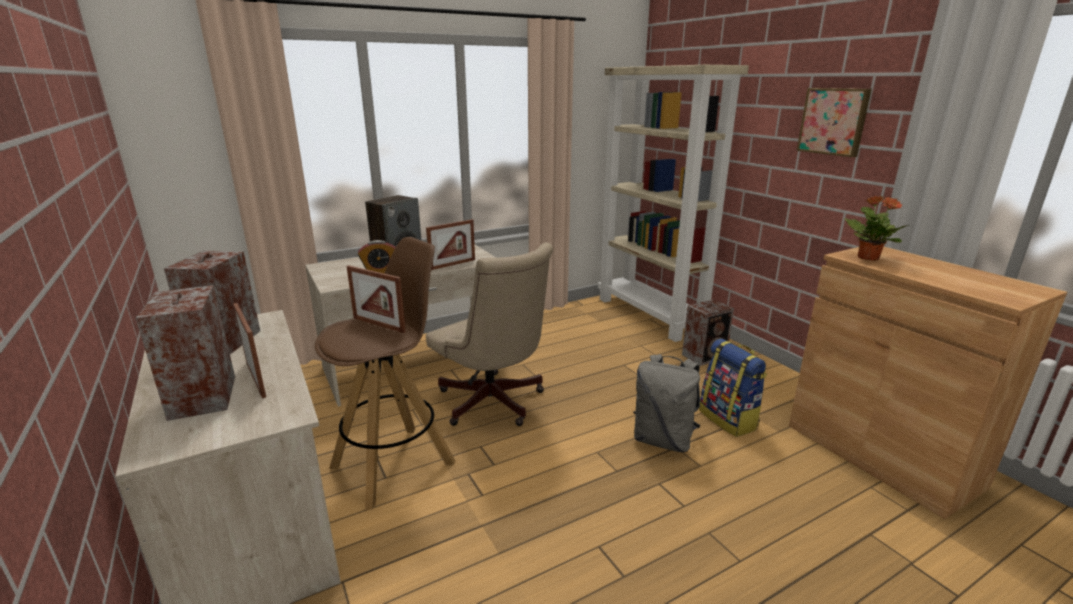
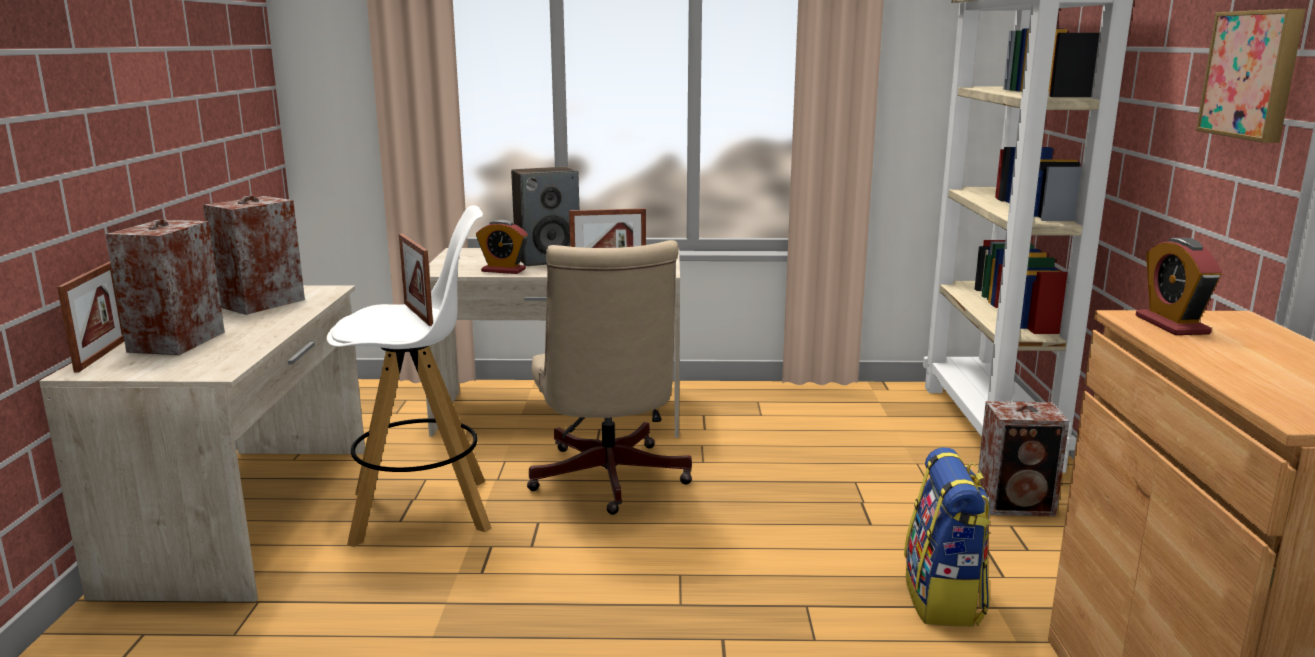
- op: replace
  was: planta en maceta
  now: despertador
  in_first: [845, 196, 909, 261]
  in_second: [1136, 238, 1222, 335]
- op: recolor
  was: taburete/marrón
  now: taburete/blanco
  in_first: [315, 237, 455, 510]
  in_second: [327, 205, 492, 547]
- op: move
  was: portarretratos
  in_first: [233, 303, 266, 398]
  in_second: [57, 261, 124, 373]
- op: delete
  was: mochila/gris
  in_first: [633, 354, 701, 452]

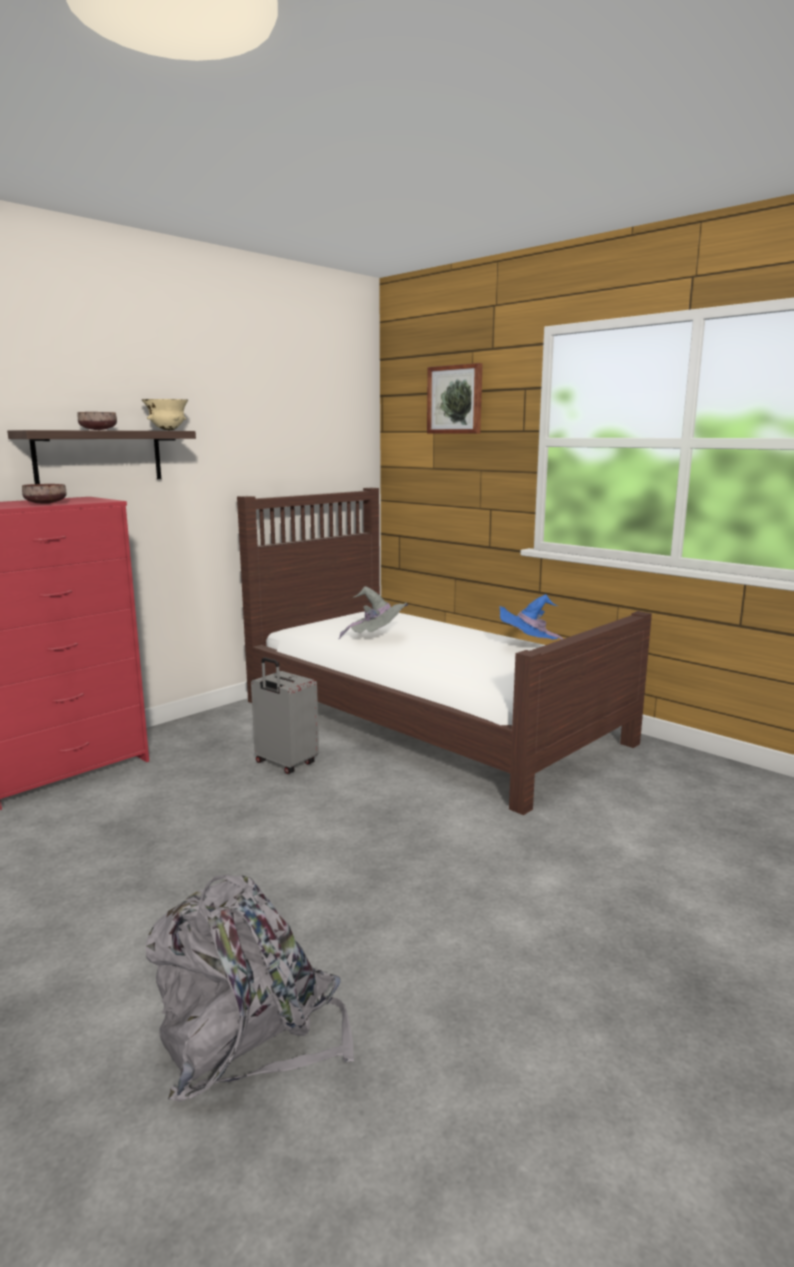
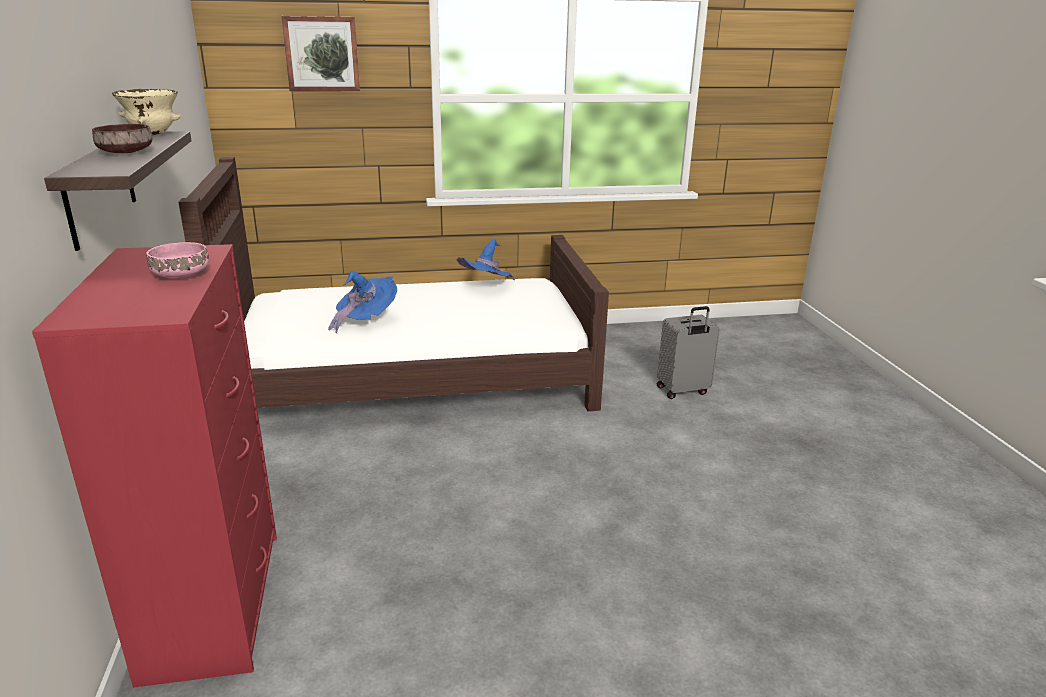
- op: recolor
  was: cuenco/marrón
  now: cuenco/rosa
  in_first: [22, 484, 66, 504]
  in_second: [146, 242, 209, 278]
- op: recolor
  was: sombrero/gris
  now: sombrero/azul
  in_first: [338, 586, 408, 640]
  in_second: [328, 271, 397, 333]
- op: move
  was: maleta/gris
  in_first: [251, 657, 319, 774]
  in_second: [657, 306, 720, 399]
- op: delete
  was: mochila/gris
  in_first: [146, 875, 354, 1102]

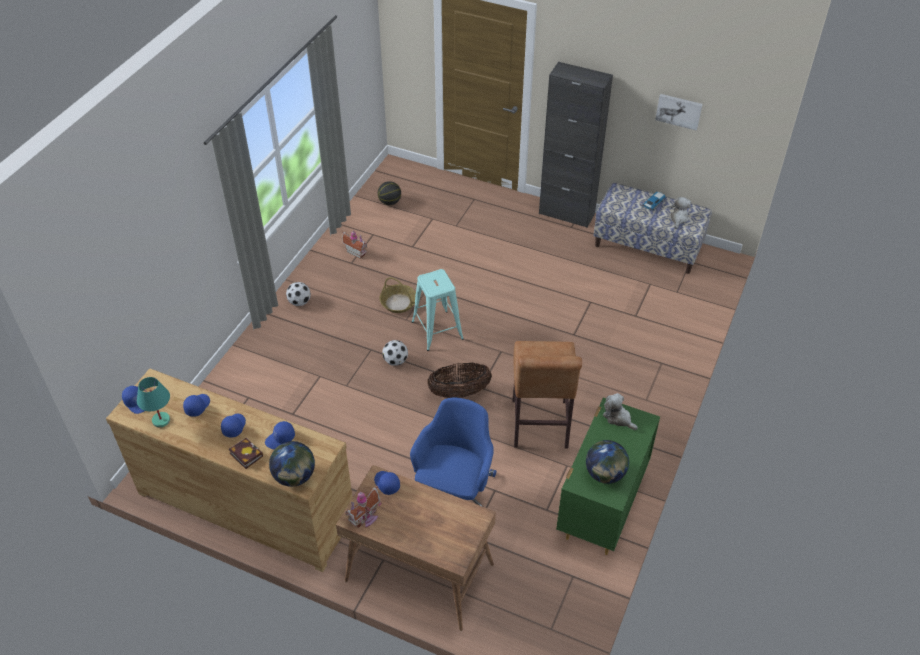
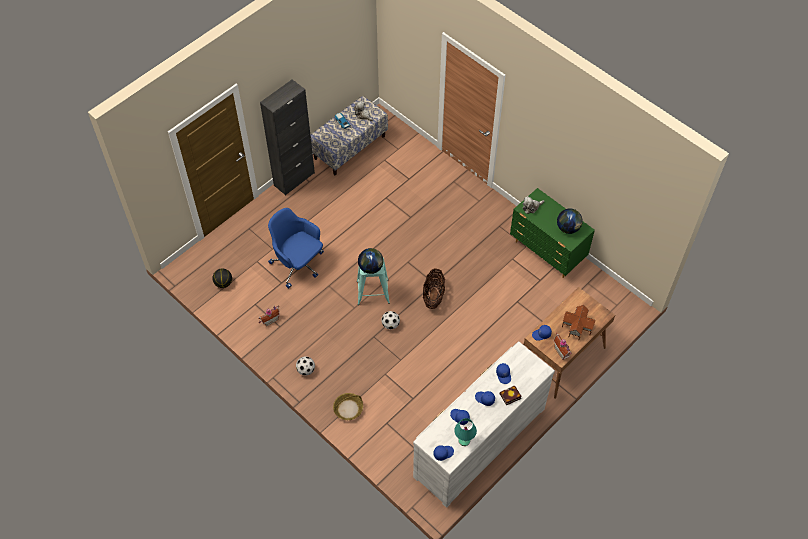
- op: delete
  was: cuadro
  in_first: [655, 94, 703, 130]
- op: move
  was: cesta
  in_first: [379, 277, 416, 313]
  in_second: [333, 393, 363, 420]
- op: delete
  was: taburete/marrón
  in_first: [513, 341, 582, 449]
- op: recolor
  was: cómoda/marrón
  now: cómoda/blanco
  in_first: [106, 368, 353, 572]
  in_second: [413, 341, 555, 508]
- op: move
  was: silla de oficina/azul
  in_first: [410, 398, 496, 507]
  in_second: [268, 208, 324, 288]
- op: move
  was: globo terráqueo
  in_first: [269, 441, 315, 487]
  in_second: [358, 248, 384, 274]
- op: insert
  now: casita
  in_second: [562, 305, 596, 339]

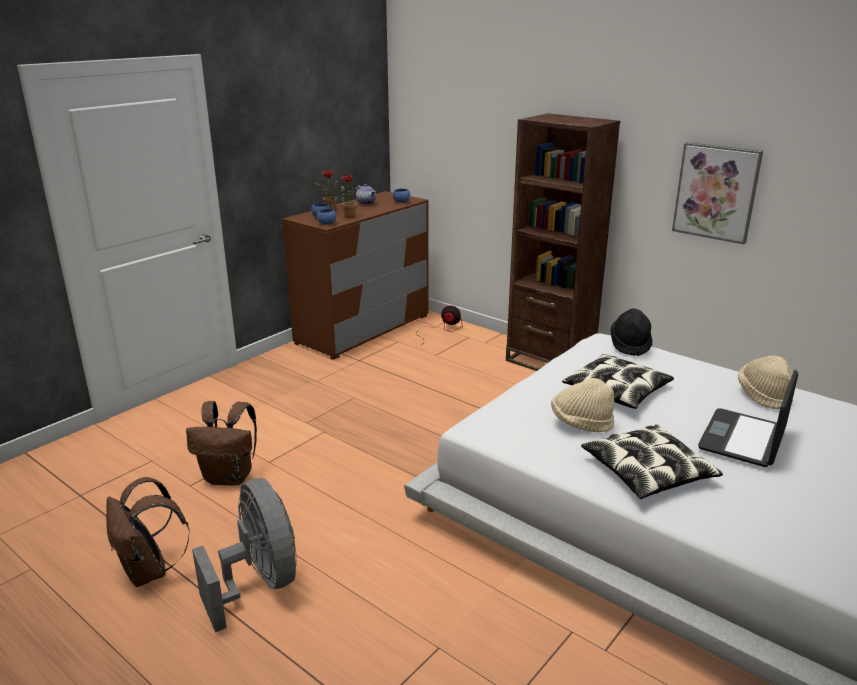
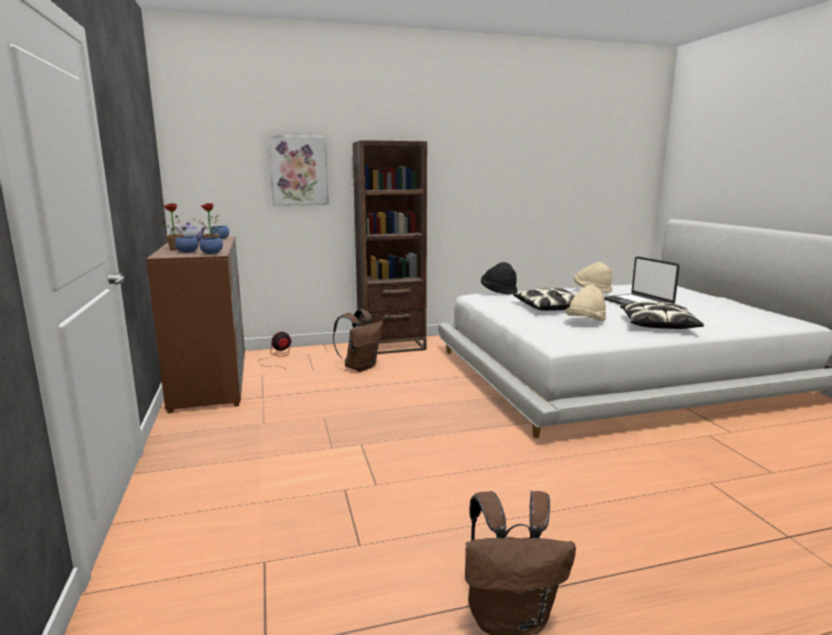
- op: move
  was: cuadro
  in_first: [672, 142, 763, 244]
  in_second: [268, 135, 329, 206]
- op: move
  was: mochila/marrón
  in_first: [186, 401, 257, 485]
  in_second: [333, 309, 383, 372]
- op: delete
  was: ventilador/gris
  in_first: [192, 478, 297, 632]

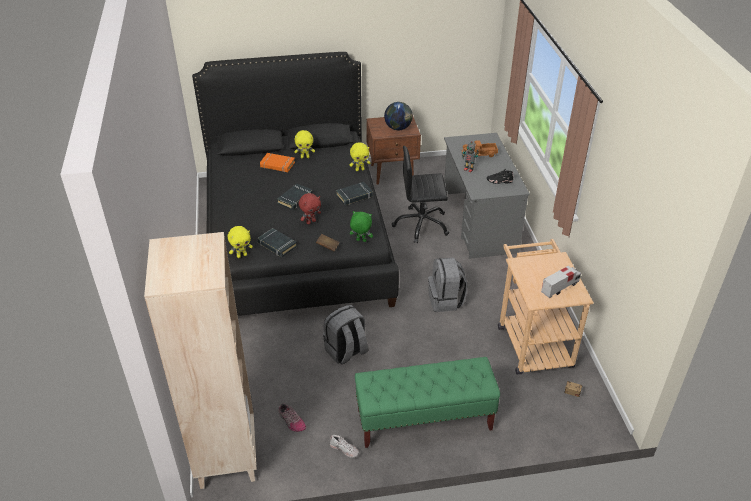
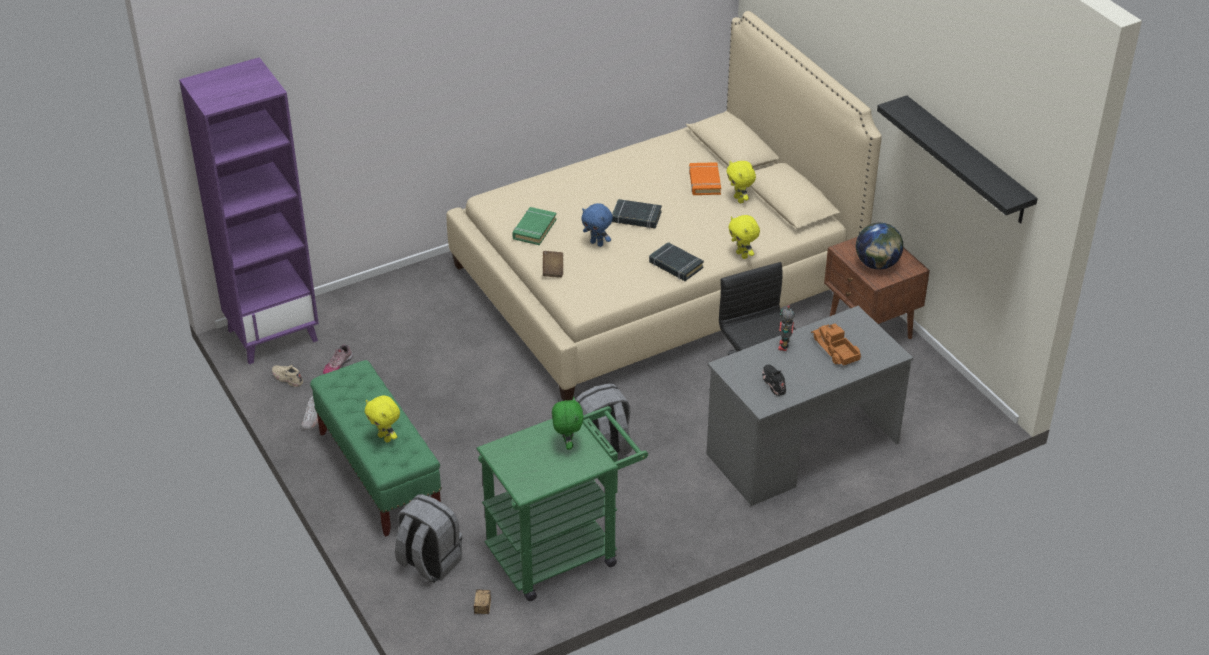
- op: recolor
  was: cama/negro
  now: cama/beis
  in_first: [192, 52, 399, 316]
  in_second: [446, 11, 882, 401]
- op: recolor
  was: peluche/rojo
  now: peluche/azul
  in_first: [299, 193, 321, 224]
  in_second: [581, 203, 613, 247]
- op: move
  was: peluche/verde
  in_first: [350, 211, 373, 242]
  in_second: [552, 396, 584, 450]
- op: move
  was: peluche/amarillo
  in_first: [228, 226, 253, 258]
  in_second: [365, 395, 400, 443]
- op: recolor
  was: libro/negro
  now: libro/verde
  in_first: [257, 228, 297, 257]
  in_second: [512, 207, 557, 245]
- op: recolor
  was: estantería/beis
  now: estantería/morado
  in_first: [144, 232, 257, 489]
  in_second: [179, 57, 319, 364]
- op: recolor
  was: carrito/beis
  now: carrito/verde
  in_first: [498, 239, 594, 375]
  in_second: [476, 406, 648, 601]
- op: delete
  was: camión de juguete
  in_first: [541, 266, 581, 298]
- op: move
  was: mochila/gris
  in_first: [323, 305, 368, 364]
  in_second: [395, 494, 462, 583]
- op: insert
  now: estante/negro
  in_second: [877, 95, 1038, 224]
- op: insert
  now: zapato/beis
  in_second: [272, 364, 303, 387]

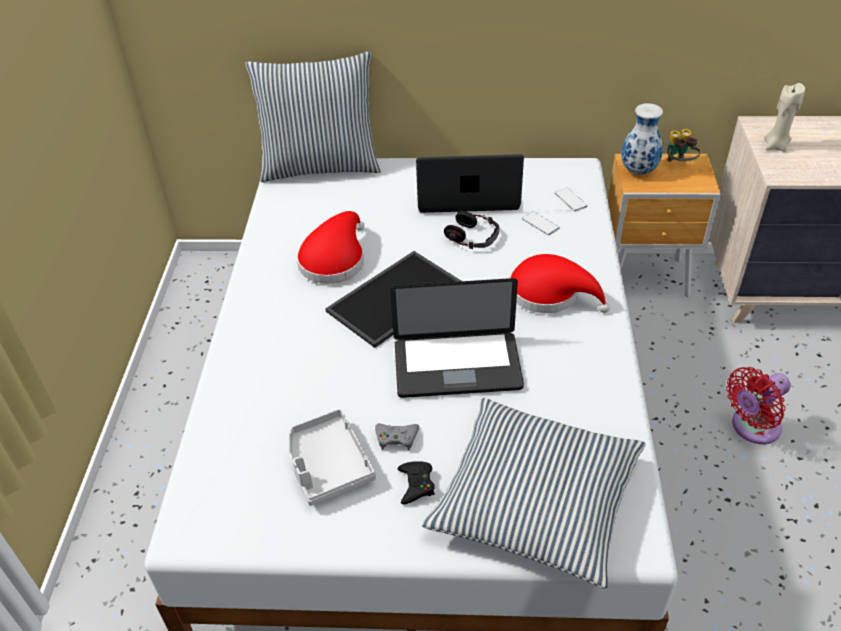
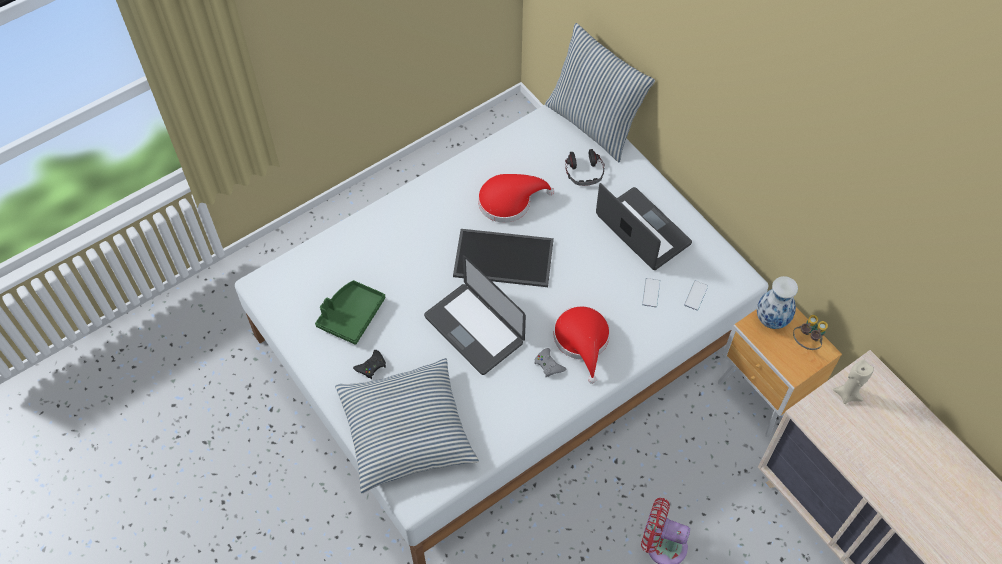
- op: move
  was: auriculares
  in_first: [444, 211, 499, 249]
  in_second: [565, 149, 604, 186]
- op: recolor
  was: bandeja/gris
  now: bandeja/verde
  in_first: [288, 409, 376, 506]
  in_second: [315, 280, 385, 345]
- op: move
  was: mando de consola/gris
  in_first: [375, 423, 419, 450]
  in_second: [534, 348, 566, 377]

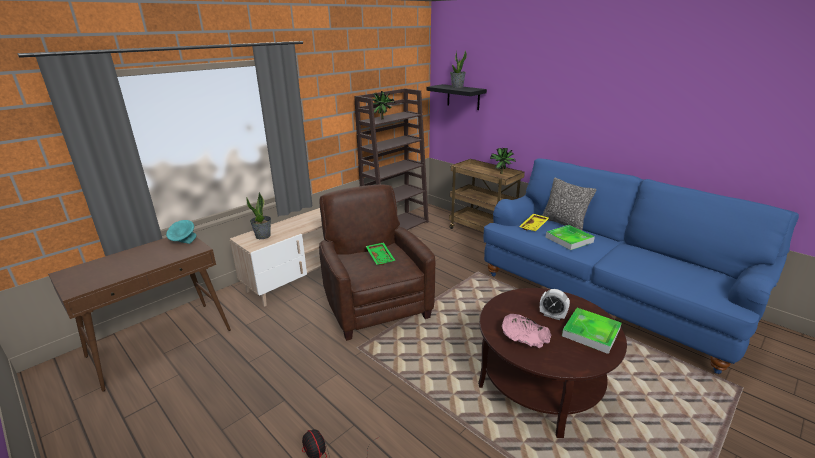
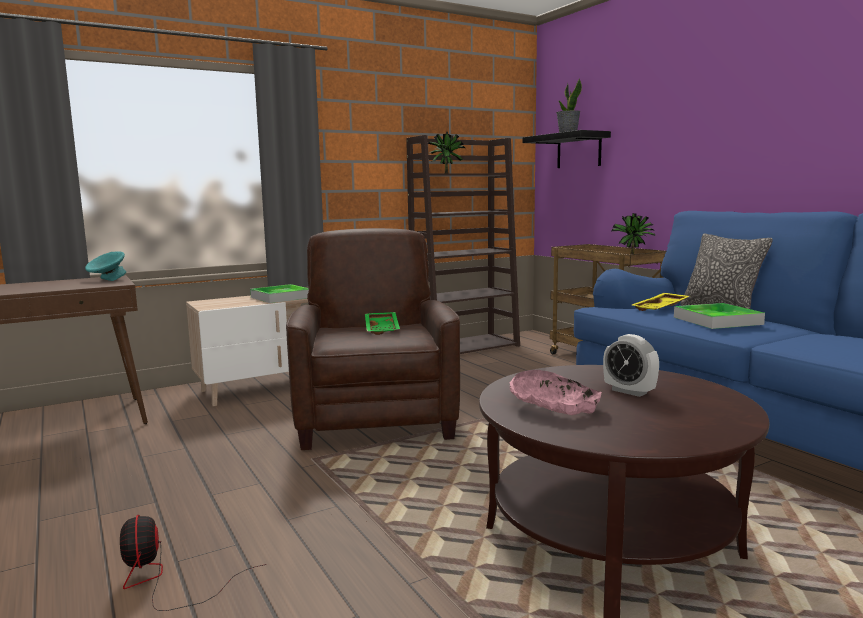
- op: delete
  was: planta en maceta
  in_first: [246, 192, 271, 239]
- op: move
  was: bandeja
  in_first: [562, 308, 621, 354]
  in_second: [250, 284, 309, 303]

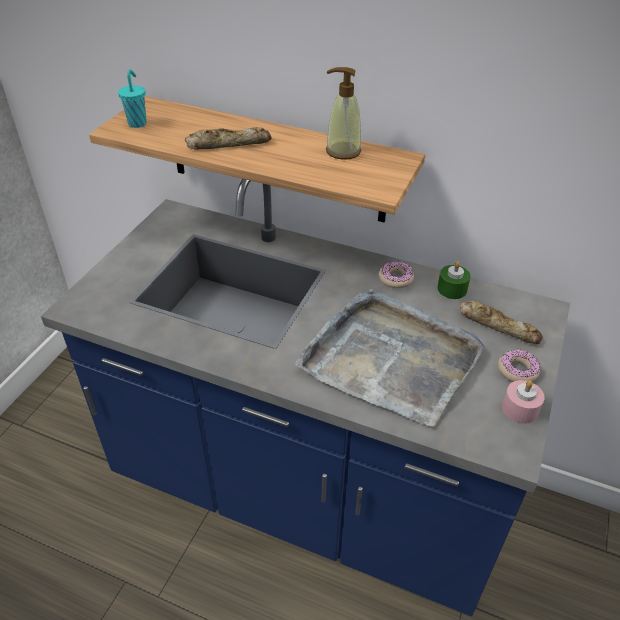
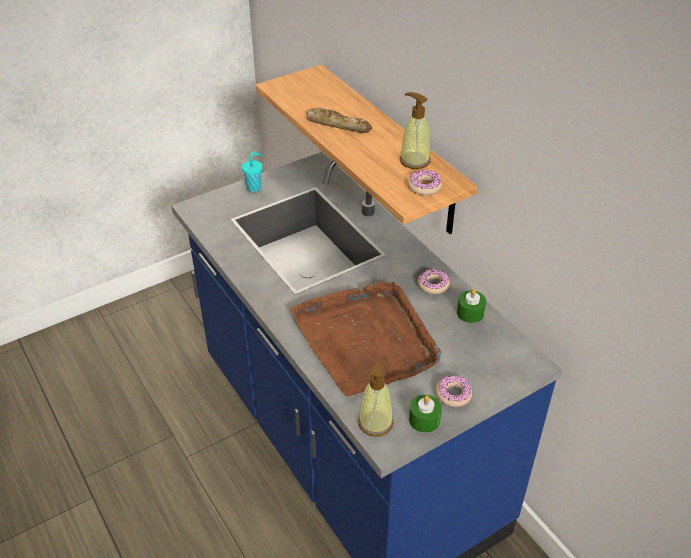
- op: move
  was: taza/turquesa
  in_first: [118, 69, 147, 128]
  in_second: [242, 152, 262, 192]
- op: recolor
  was: bandeja/gris
  now: bandeja/marrón
  in_first: [295, 289, 484, 427]
  in_second: [290, 282, 441, 396]
- op: delete
  was: pan
  in_first: [460, 301, 543, 344]
- op: recolor
  was: vela/rosa
  now: vela/verde
  in_first: [502, 380, 545, 424]
  in_second: [409, 395, 442, 433]
- op: insert
  now: rosquilla
  in_second: [407, 170, 442, 195]
- op: insert
  now: dispensador de jabón
  in_second: [358, 357, 394, 437]

